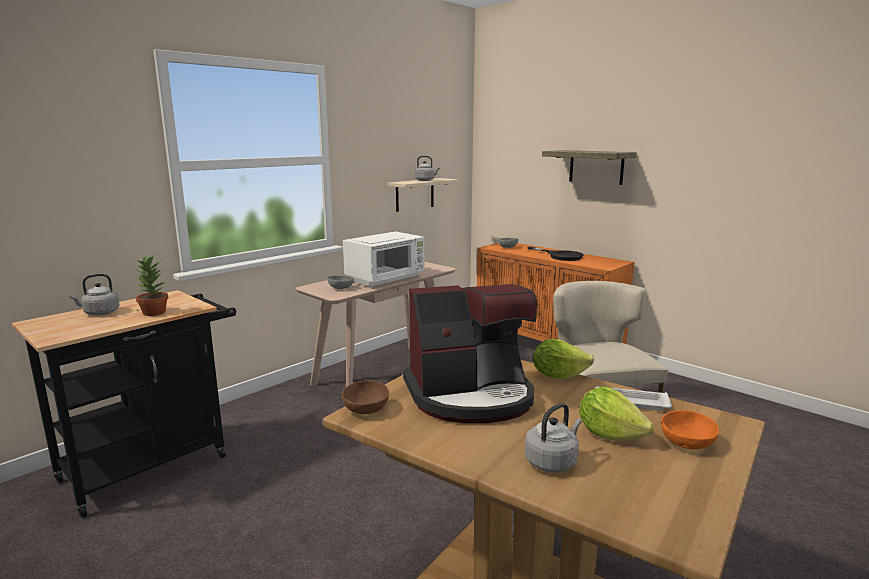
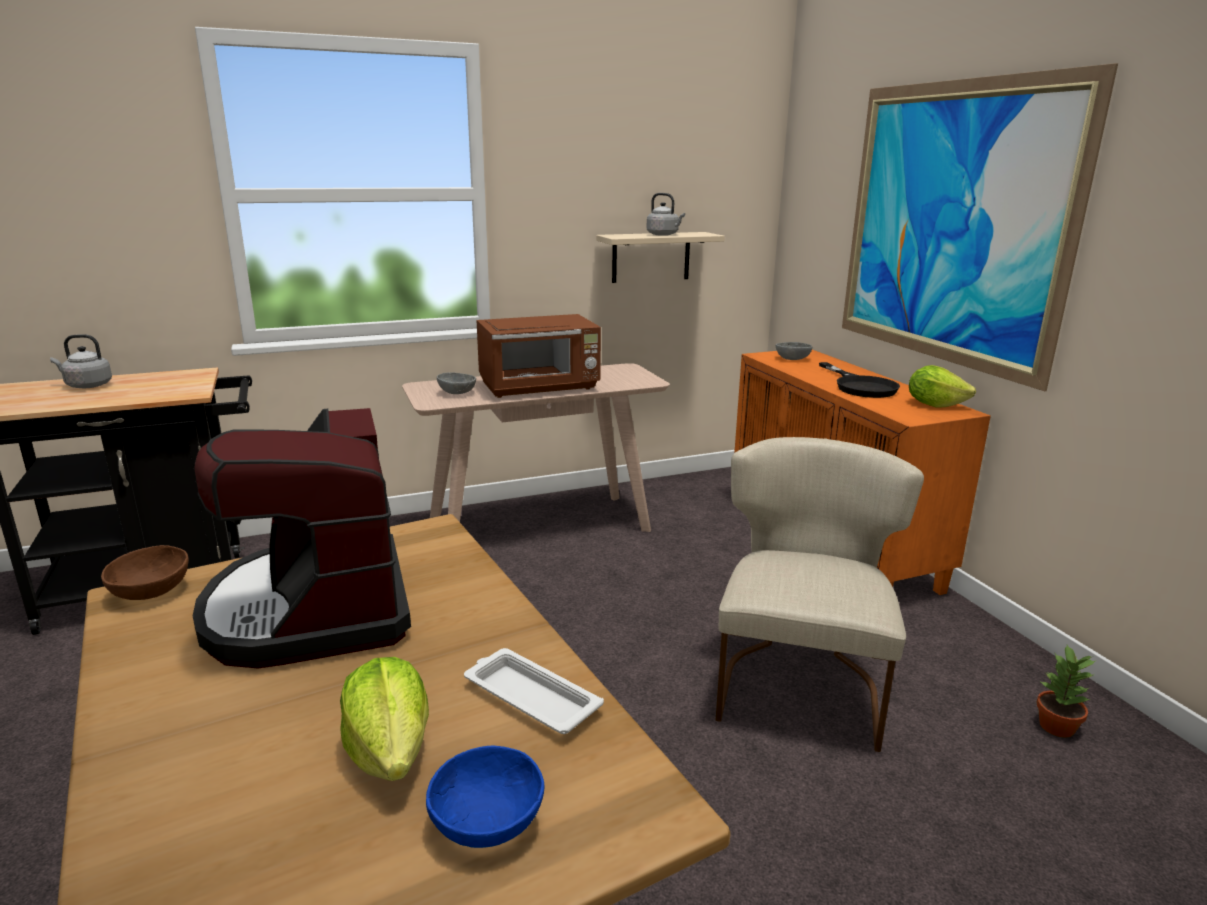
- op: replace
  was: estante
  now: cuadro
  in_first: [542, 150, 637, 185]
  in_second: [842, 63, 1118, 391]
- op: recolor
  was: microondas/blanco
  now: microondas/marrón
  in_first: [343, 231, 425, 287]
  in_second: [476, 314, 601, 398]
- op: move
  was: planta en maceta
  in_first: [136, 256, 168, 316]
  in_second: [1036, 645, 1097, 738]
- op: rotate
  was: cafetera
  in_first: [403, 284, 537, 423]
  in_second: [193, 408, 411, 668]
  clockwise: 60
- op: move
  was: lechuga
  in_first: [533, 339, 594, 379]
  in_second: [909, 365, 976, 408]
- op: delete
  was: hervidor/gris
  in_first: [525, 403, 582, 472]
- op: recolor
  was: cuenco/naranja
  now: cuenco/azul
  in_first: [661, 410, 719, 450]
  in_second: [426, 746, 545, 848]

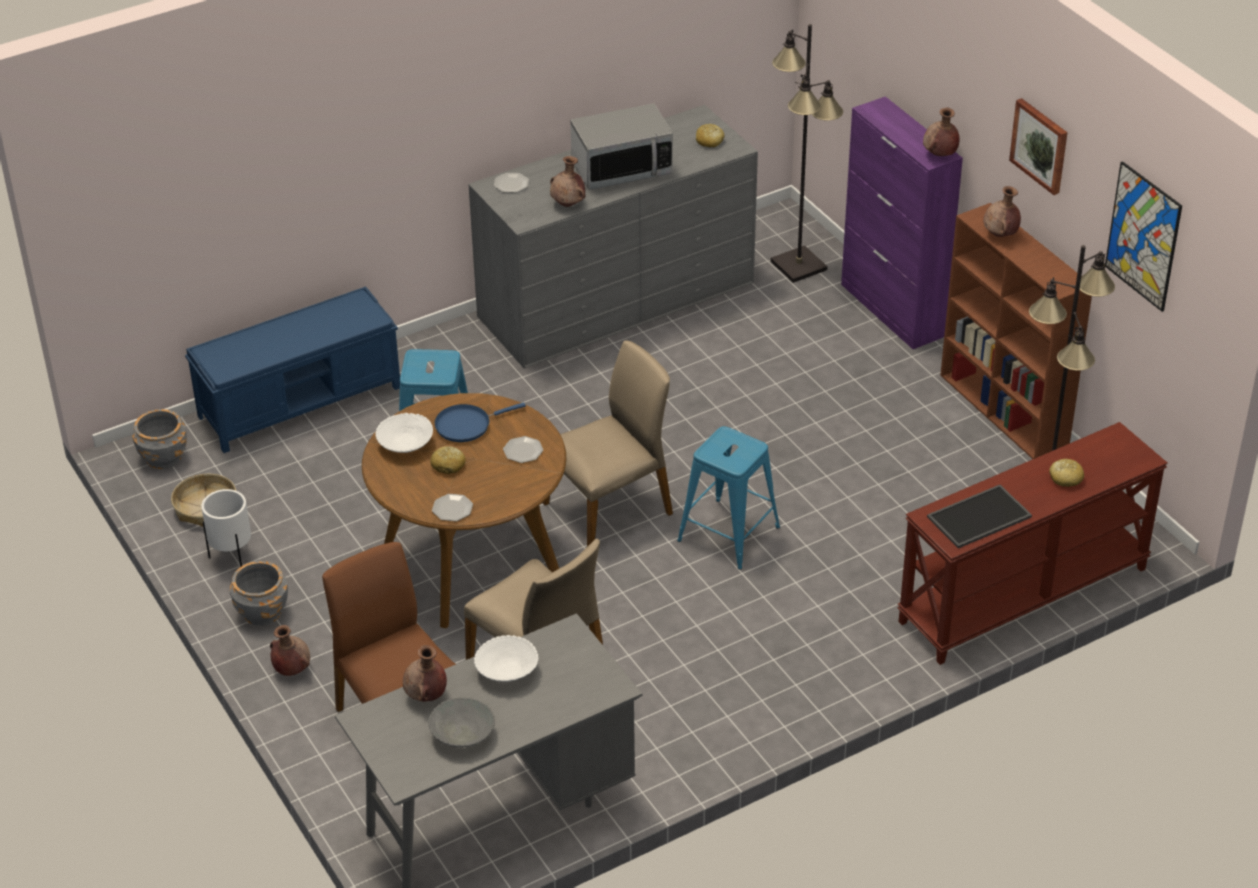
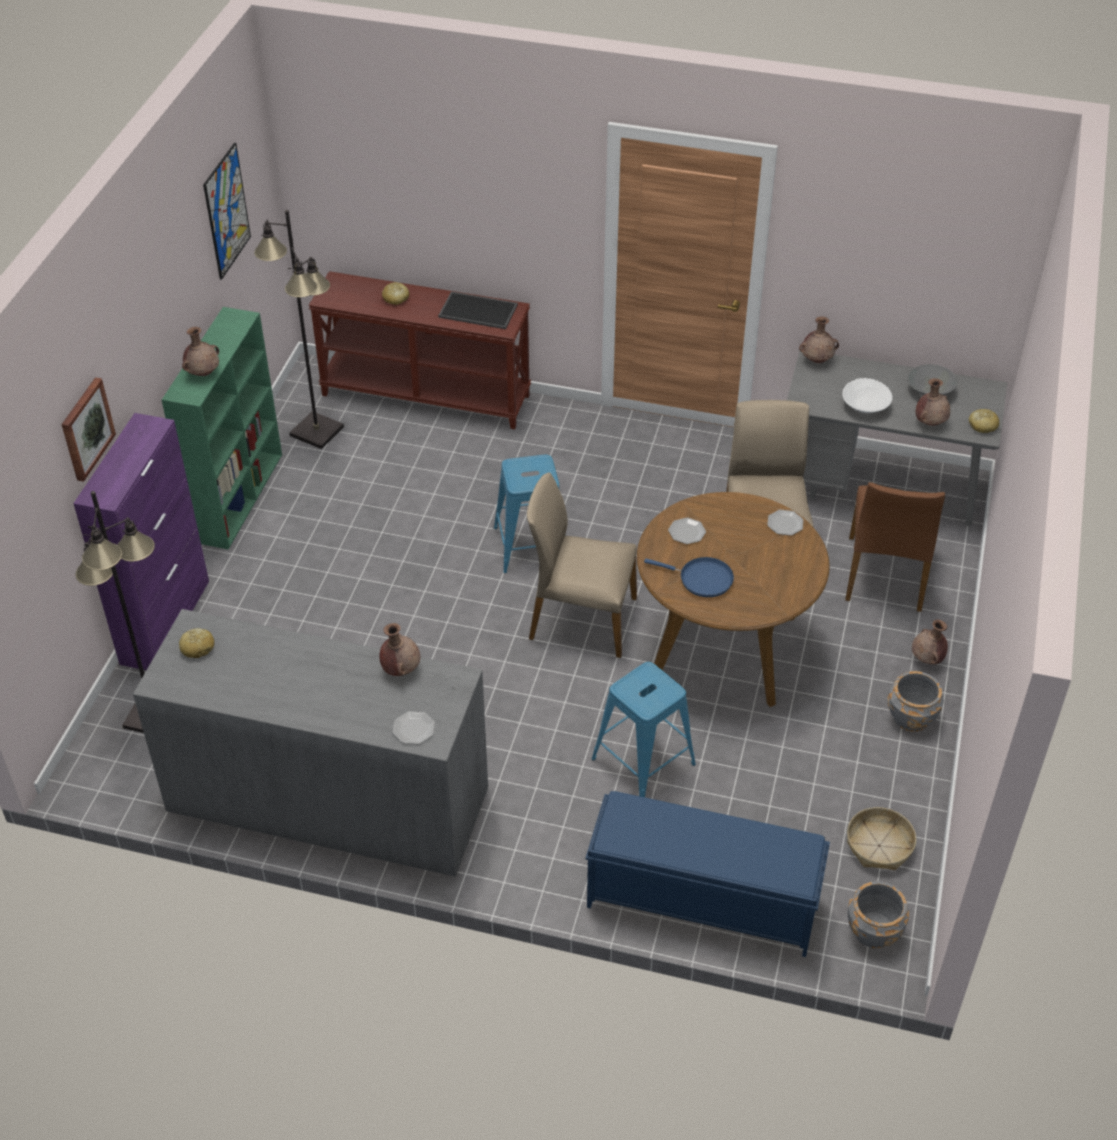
- op: move
  was: cuadro
  in_first: [1009, 98, 1068, 195]
  in_second: [61, 377, 116, 482]
- op: delete
  was: microondas
  in_first: [570, 103, 673, 190]
- op: move
  was: florero/marrón
  in_first: [923, 108, 960, 156]
  in_second: [799, 316, 839, 363]
- op: recolor
  was: estantería/marrón
  now: estantería/verde
  in_first: [940, 203, 1092, 459]
  in_second: [162, 307, 282, 550]
- op: delete
  was: cuenco/blanco
  in_first: [375, 413, 433, 453]
- op: move
  was: pan
  in_first: [430, 446, 466, 474]
  in_second: [969, 409, 999, 433]
- op: delete
  was: maceta/blanco
  in_first: [201, 489, 251, 567]

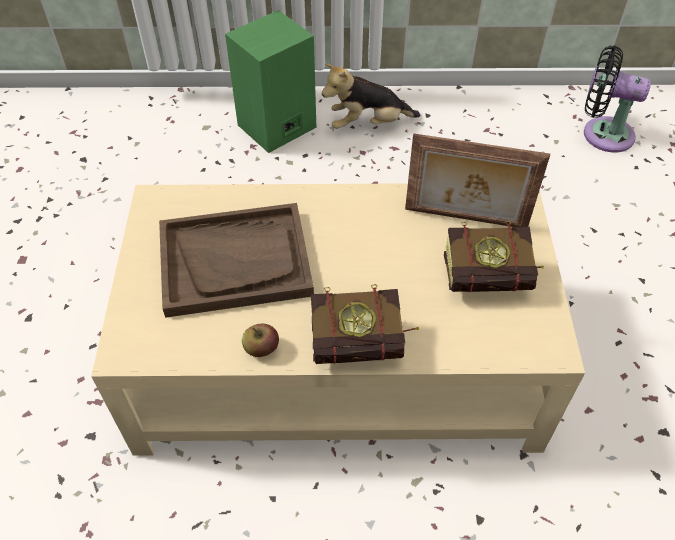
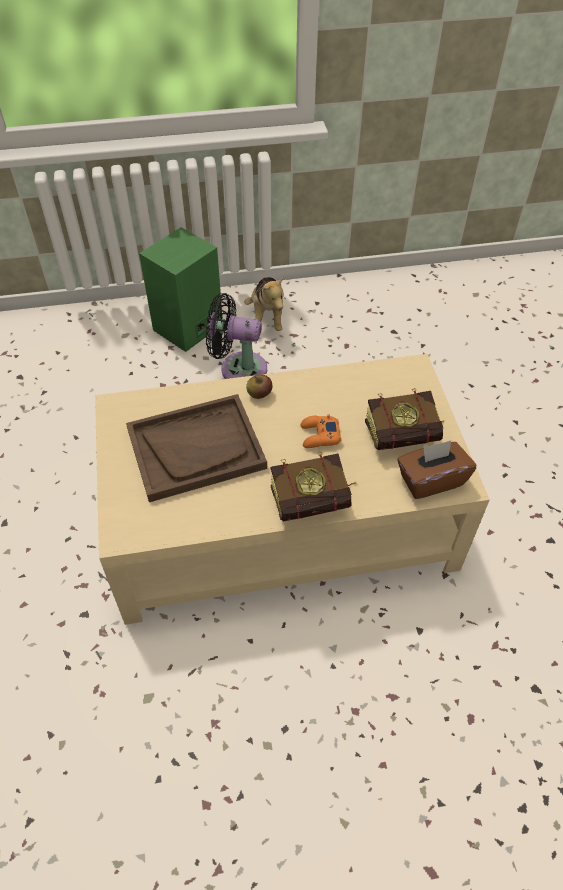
- op: move
  was: ventilador/negro
  in_first: [584, 46, 651, 152]
  in_second: [206, 293, 267, 379]
- op: rotate
  was: peluche
  in_first: [322, 63, 420, 129]
  in_second: [244, 276, 284, 331]
  clockwise: -75
- op: delete
  was: portarretratos
  in_first: [405, 133, 550, 227]
- op: move
  was: manzana
  in_first: [242, 324, 279, 357]
  in_second: [246, 374, 272, 399]
- op: insert
  now: mando de consola/naranja
  in_second: [300, 414, 341, 448]
- op: insert
  now: caja de pañuelos/marrón
  in_second: [397, 440, 477, 499]

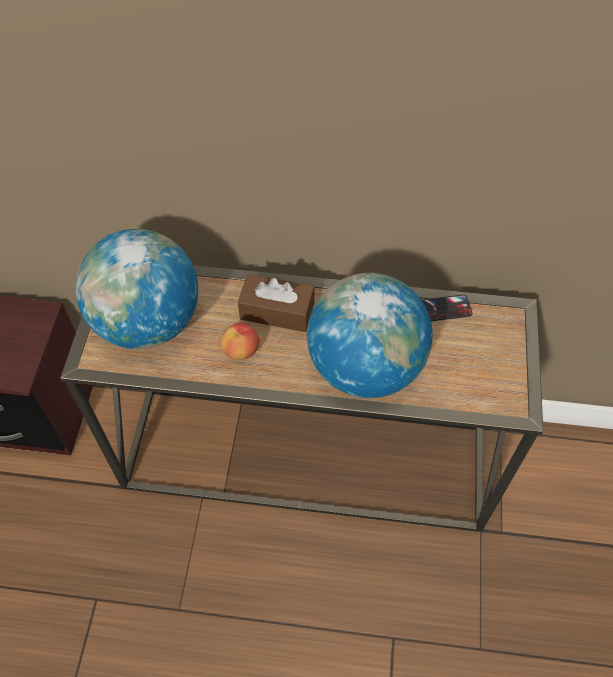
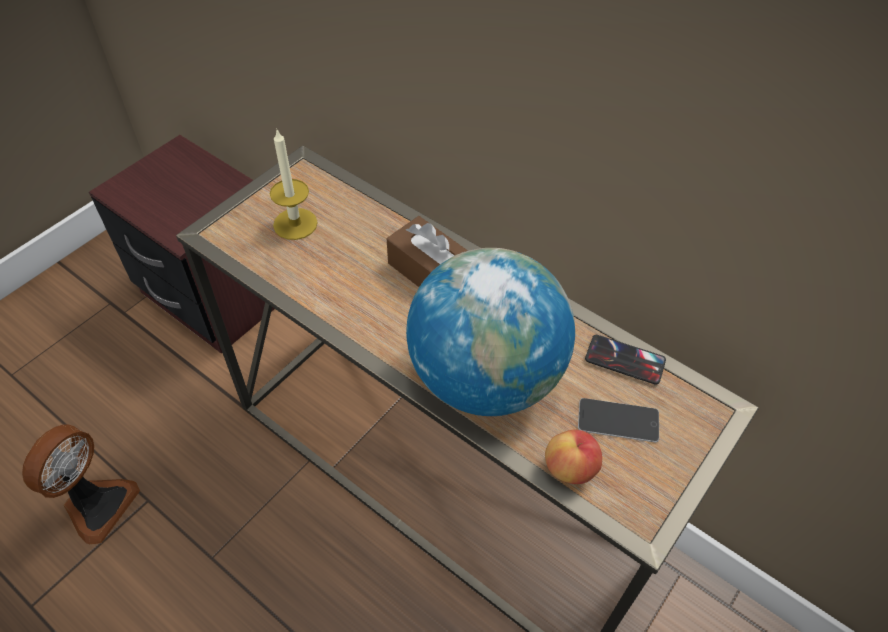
- op: replace
  was: globo terráqueo
  now: vela
  in_first: [75, 229, 198, 349]
  in_second: [270, 128, 318, 240]
- op: move
  was: manzana
  in_first: [221, 323, 259, 360]
  in_second: [545, 430, 602, 484]
- op: insert
  now: móvil
  in_second: [578, 398, 659, 442]
- op: insert
  now: ventilador
  in_second: [22, 425, 140, 545]

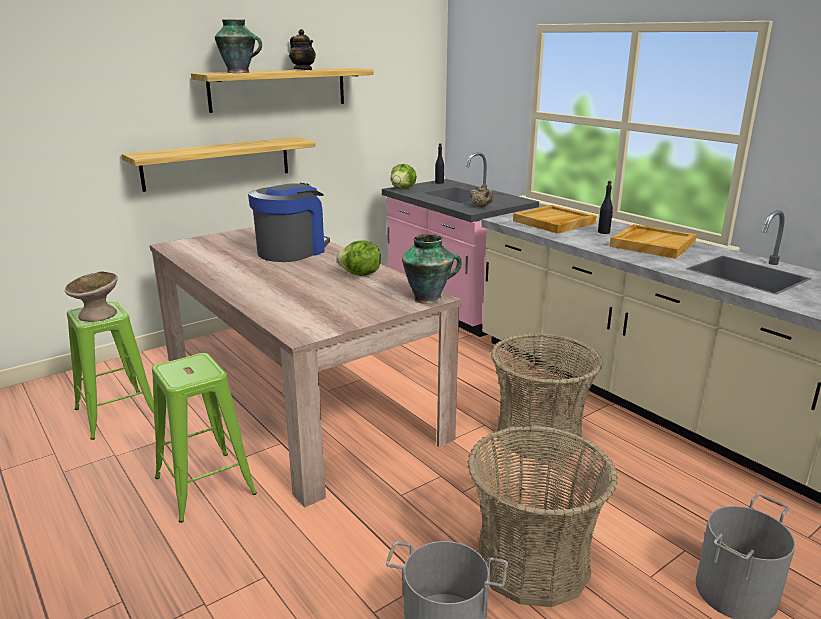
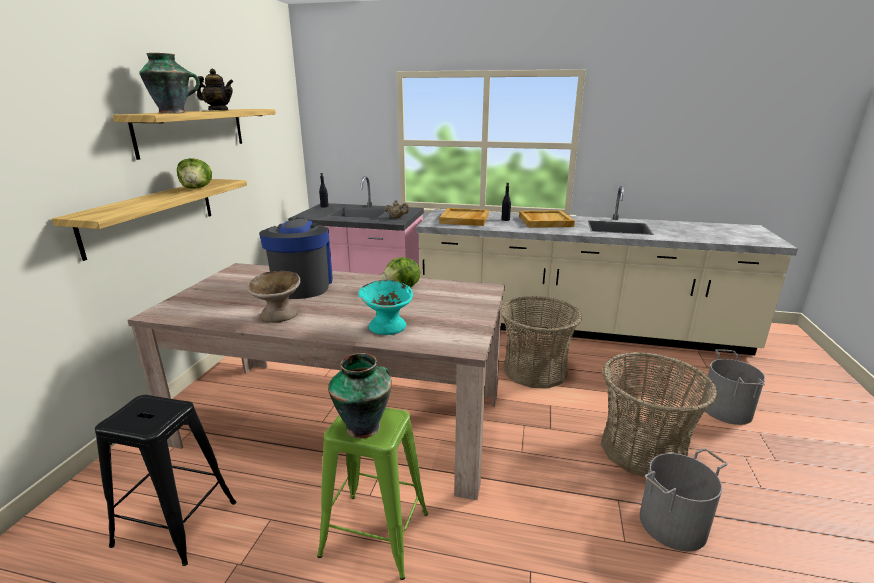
- op: move
  was: lechuga
  in_first: [391, 164, 417, 189]
  in_second: [177, 158, 212, 189]
- op: move
  was: florero
  in_first: [402, 234, 462, 304]
  in_second: [328, 353, 392, 438]
- op: move
  was: cuenco/beis
  in_first: [65, 272, 118, 322]
  in_second: [248, 271, 300, 323]
- op: recolor
  was: taburete/verde
  now: taburete/negro
  in_first: [67, 301, 154, 440]
  in_second: [95, 395, 236, 566]
- op: insert
  now: cuenco/turquesa
  in_second: [358, 280, 413, 335]

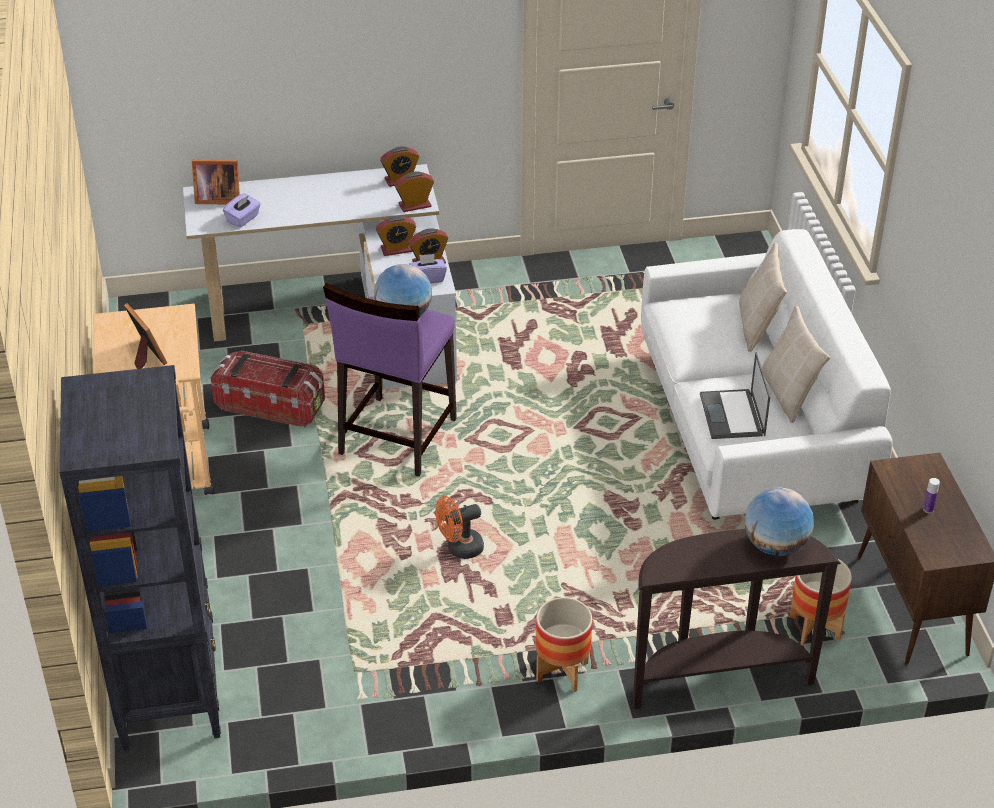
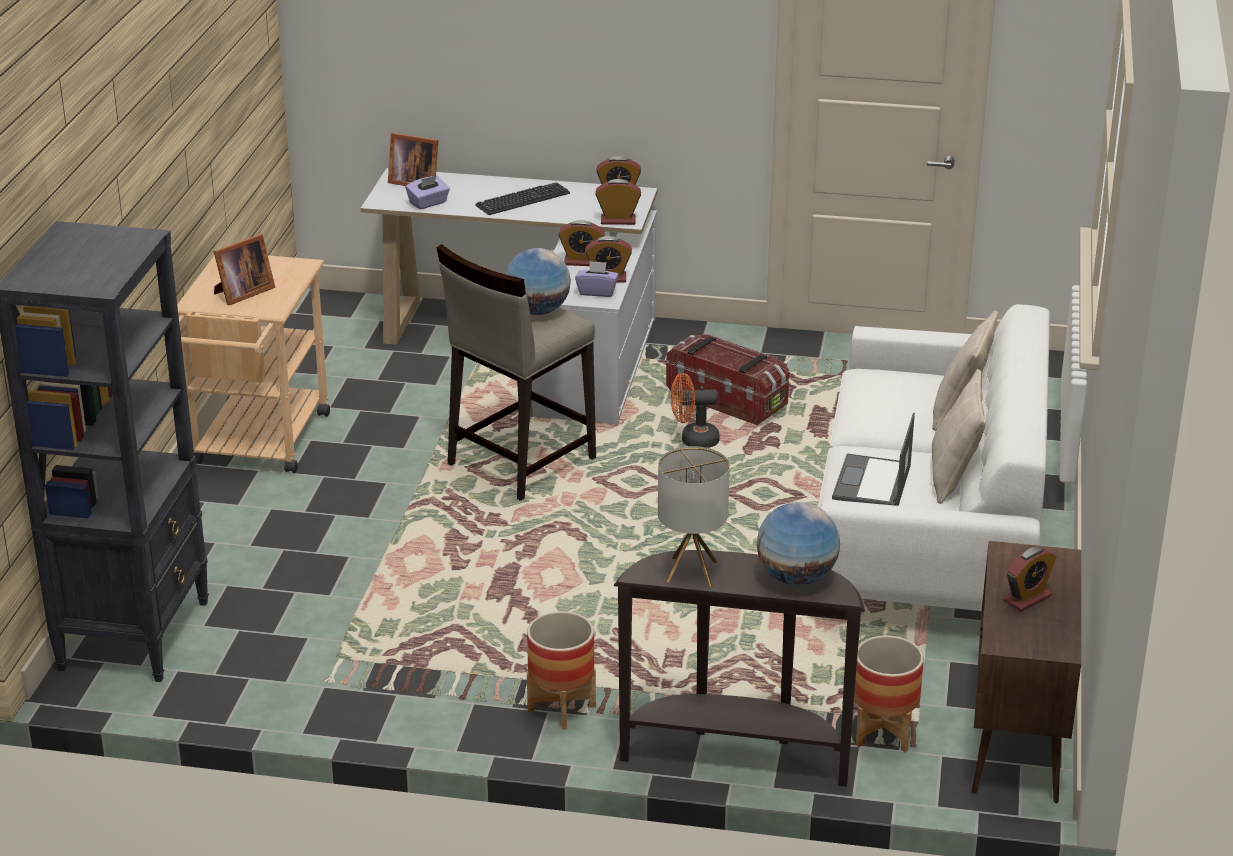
- op: recolor
  was: taburete/morado
  now: taburete/beis
  in_first: [323, 283, 457, 476]
  in_second: [437, 244, 596, 501]
- op: rotate
  was: portarretratos
  in_first: [124, 303, 167, 369]
  in_second: [214, 234, 275, 305]
  clockwise: 60
- op: move
  was: caja de almacenaje
  in_first: [211, 351, 325, 427]
  in_second: [666, 334, 790, 425]
- op: replace
  was: botella
  now: despertador
  in_first: [923, 478, 940, 513]
  in_second: [1004, 547, 1057, 611]
- op: move
  was: ventilador/naranja
  in_first: [435, 496, 484, 559]
  in_second: [671, 373, 720, 448]
- op: insert
  now: teclado
  in_second: [475, 183, 570, 215]
- op: insert
  now: lámpara de mesa
  in_second: [658, 446, 730, 587]

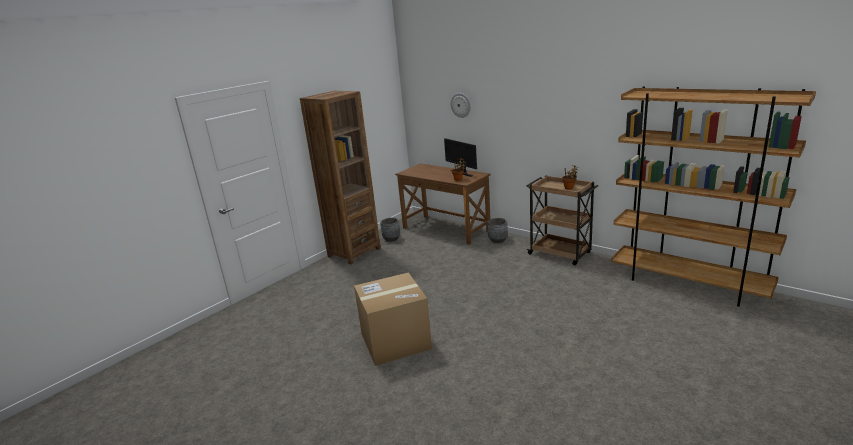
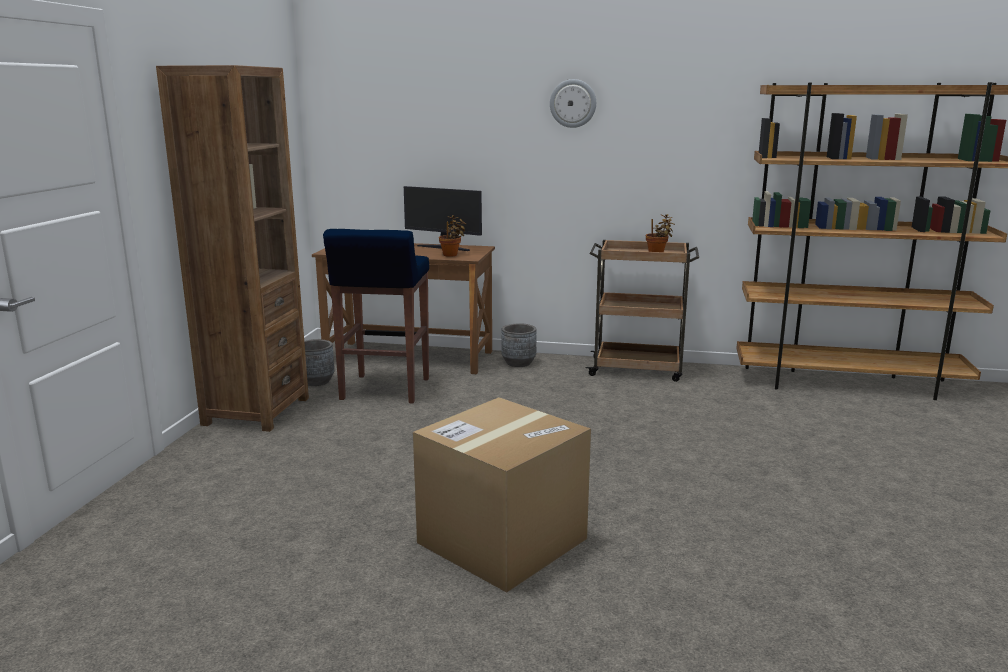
- op: move
  was: reloj de pared
  in_first: [451, 93, 471, 118]
  in_second: [550, 79, 596, 128]
- op: insert
  now: taburete/azul
  in_second: [323, 229, 429, 404]

